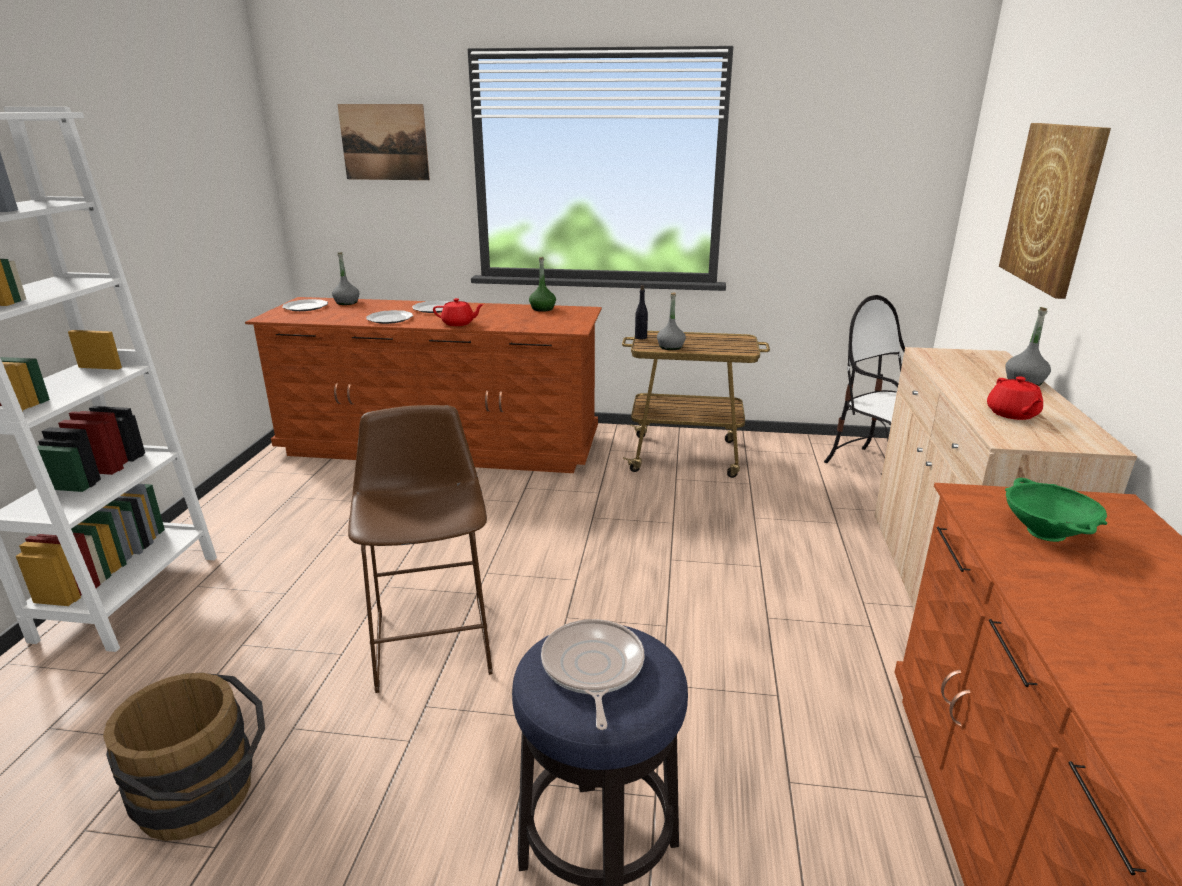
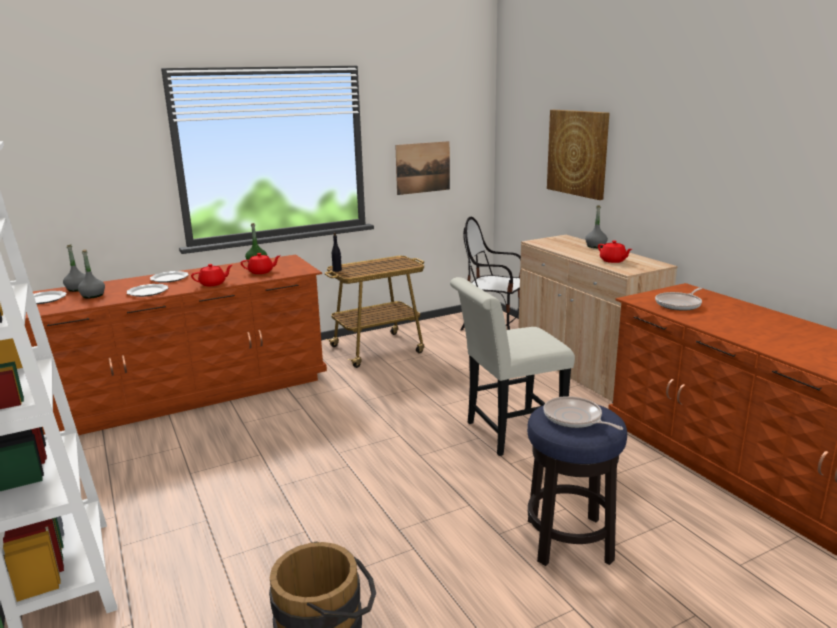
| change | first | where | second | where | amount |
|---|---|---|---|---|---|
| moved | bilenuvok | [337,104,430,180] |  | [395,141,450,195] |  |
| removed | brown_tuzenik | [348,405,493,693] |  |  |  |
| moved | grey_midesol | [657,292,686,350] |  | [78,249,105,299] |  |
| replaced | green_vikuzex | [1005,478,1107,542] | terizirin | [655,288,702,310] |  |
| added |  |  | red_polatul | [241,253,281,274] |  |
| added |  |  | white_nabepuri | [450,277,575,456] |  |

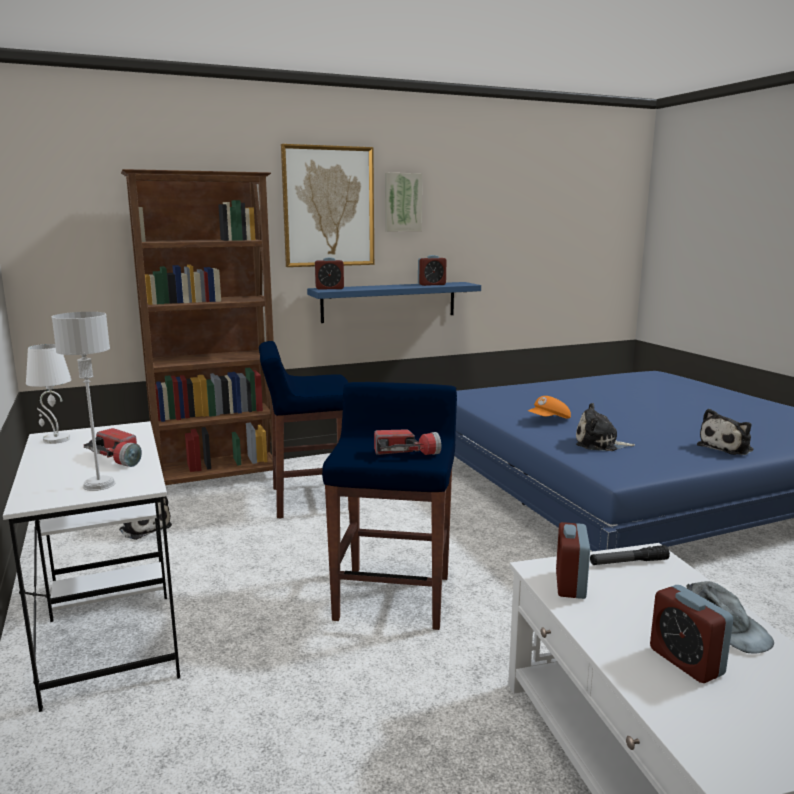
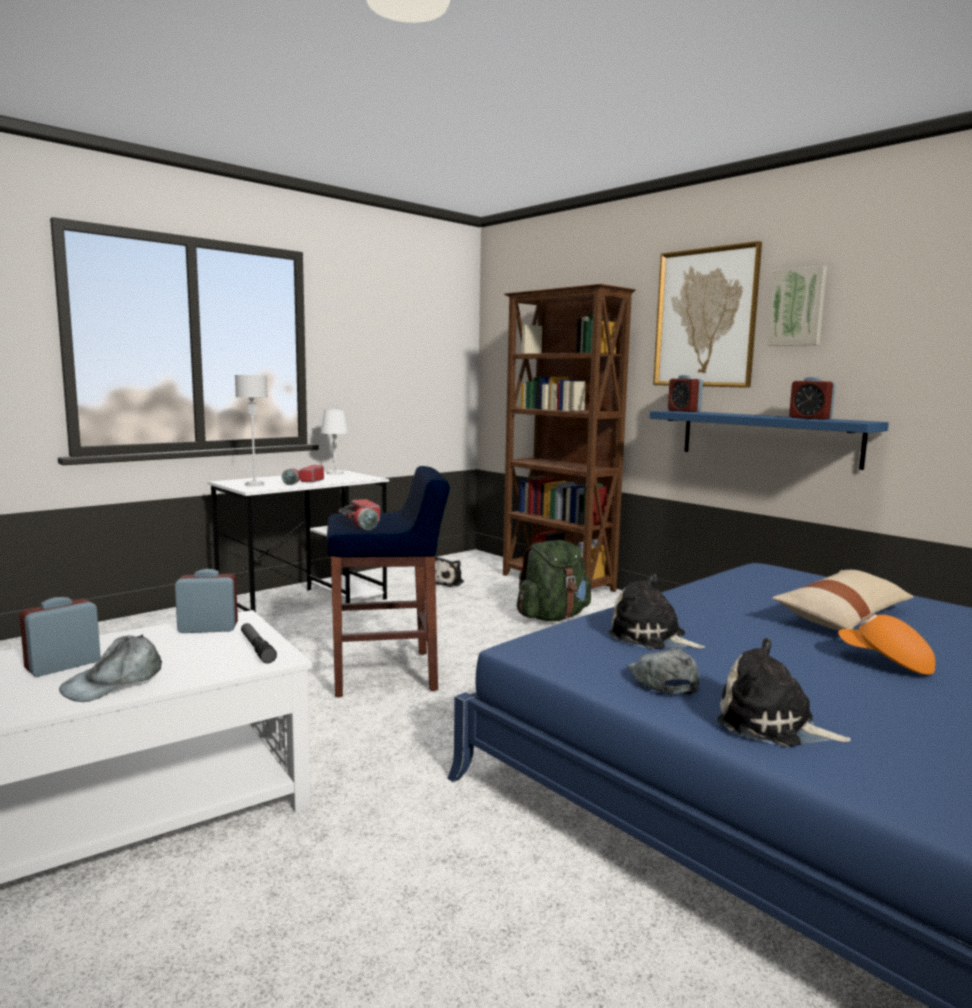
| change | first | where | second | where | amount |
|---|---|---|---|---|---|
| replaced | blue_tuzenik | [259,341,349,519] | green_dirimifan | [517,540,591,621] |  |
| moved | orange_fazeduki | [528,396,571,419] |  | [838,614,935,675] |  |
| turned | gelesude | [576,403,635,451] |  | [608,574,705,649] | 45 degrees counterclockwise |
| added |  |  | grey_fazeduki | [626,648,700,694] |  |
| added |  |  | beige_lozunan | [772,570,914,630] |  |

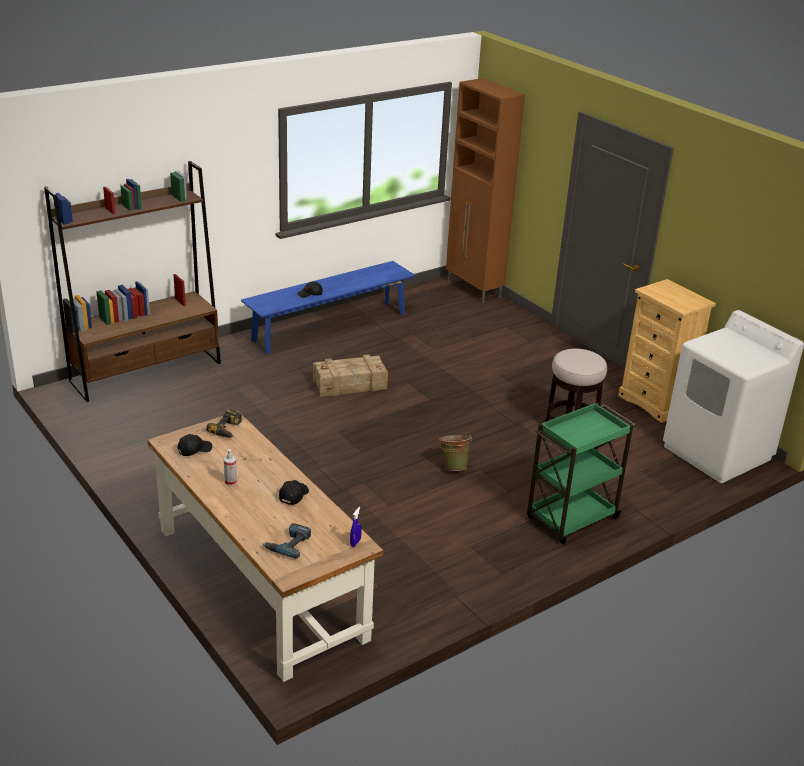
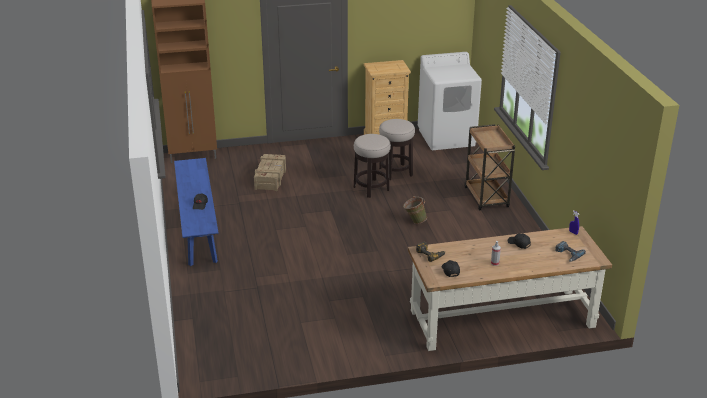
| change | first | where | second | where | amount |
|---|---|---|---|---|---|
| removed | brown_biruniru | [44,161,221,402] |  |  |  |
| moved | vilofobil | [313,354,388,397] |  | [254,154,286,191] |  |
| recoloured | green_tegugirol | [527,402,635,544] | brown_tegugirol | [464,124,515,211] |  |
| added |  |  | tuzenik | [354,134,391,198] |  |

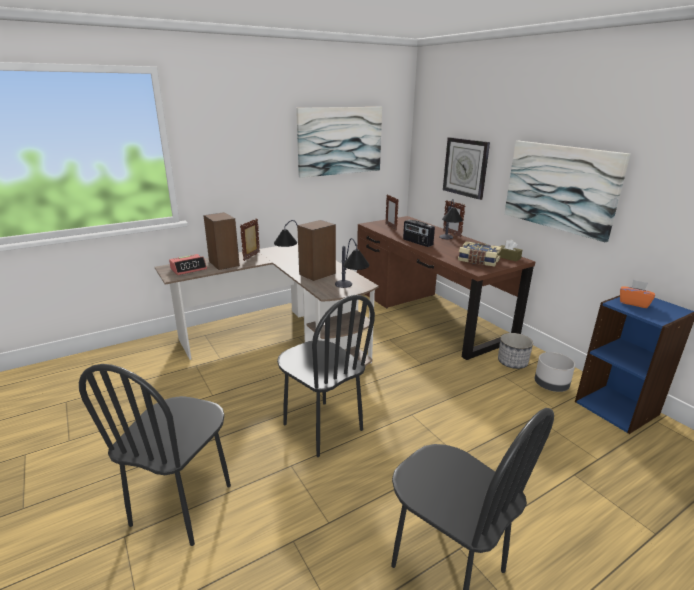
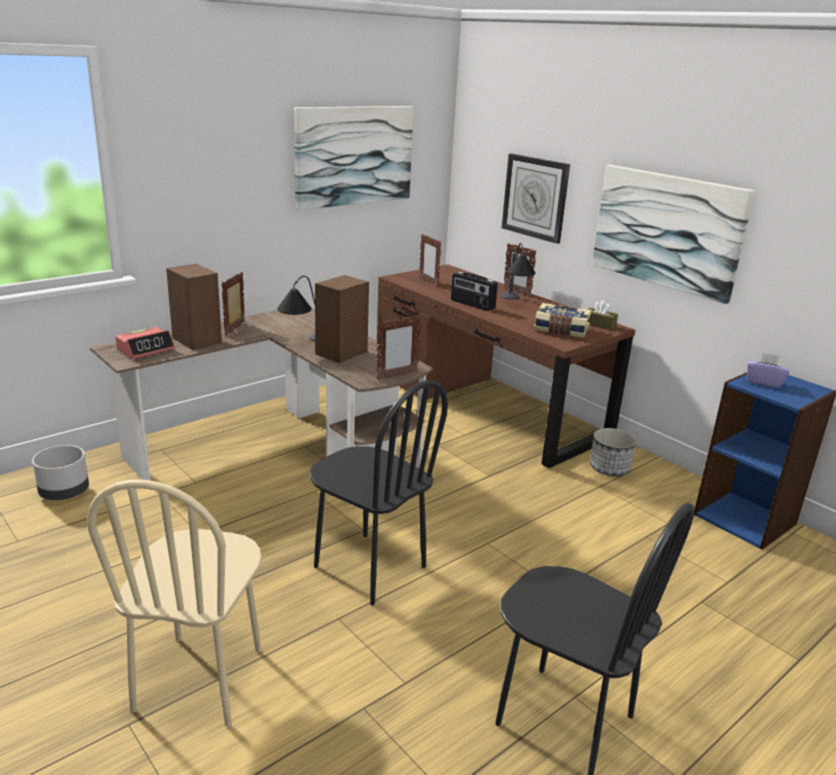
| change | first | where | second | where | amount |
|---|---|---|---|---|---|
| recoloured | black_nabepuri | [79,364,231,546] | beige_nabepuri | [87,479,262,727] |  |
| replaced | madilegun | [335,238,369,288] | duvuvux | [377,315,422,380] |  |
| moved | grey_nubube | [535,352,575,392] |  | [32,445,89,500] |  |
| recoloured | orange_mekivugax | [620,280,655,308] | purple_mekivugax | [747,352,789,388] |  |

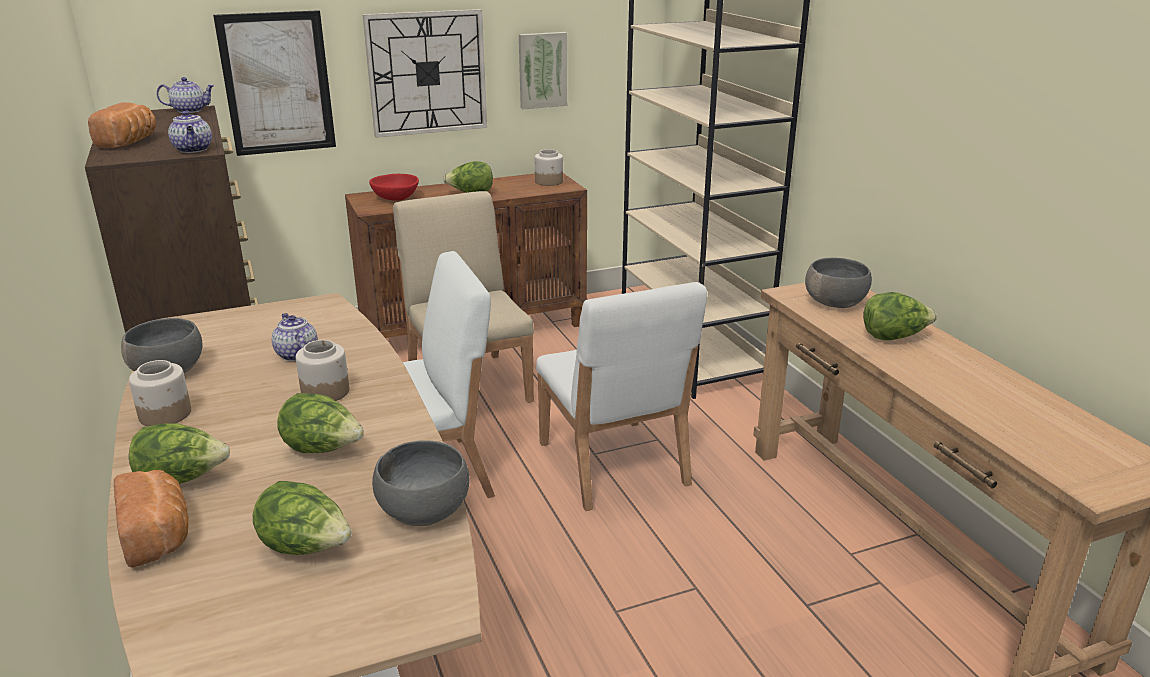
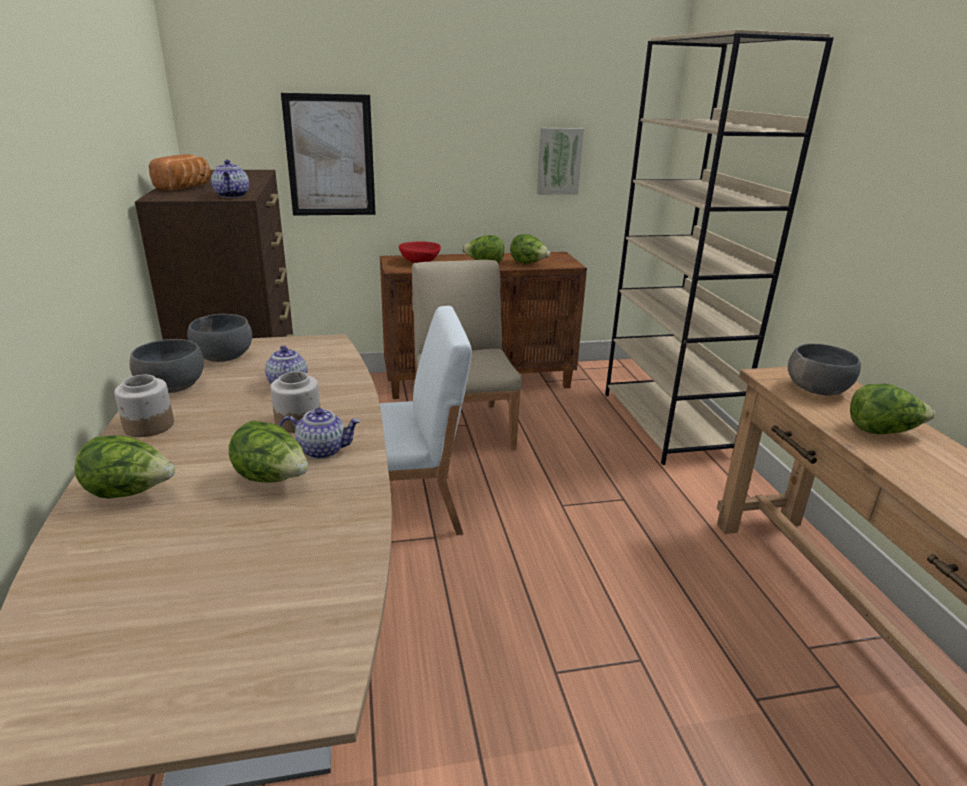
| change | first | where | second | where | amount |
|---|---|---|---|---|---|
| removed | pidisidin | [114,470,188,568] |  |  |  |
| moved | polatul | [156,77,215,113] |  | [279,408,361,459] |  |
| moved | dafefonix | [253,481,352,555] |  | [510,234,550,264] |  |
| removed | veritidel | [363,9,487,138] |  |  |  |
| moved | grey_vikuzex | [372,440,469,526] |  | [187,314,252,362] |  |
| removed | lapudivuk | [535,149,563,186] |  |  |  |
| removed | white_nabepuri | [536,282,707,511] |  |  |  |

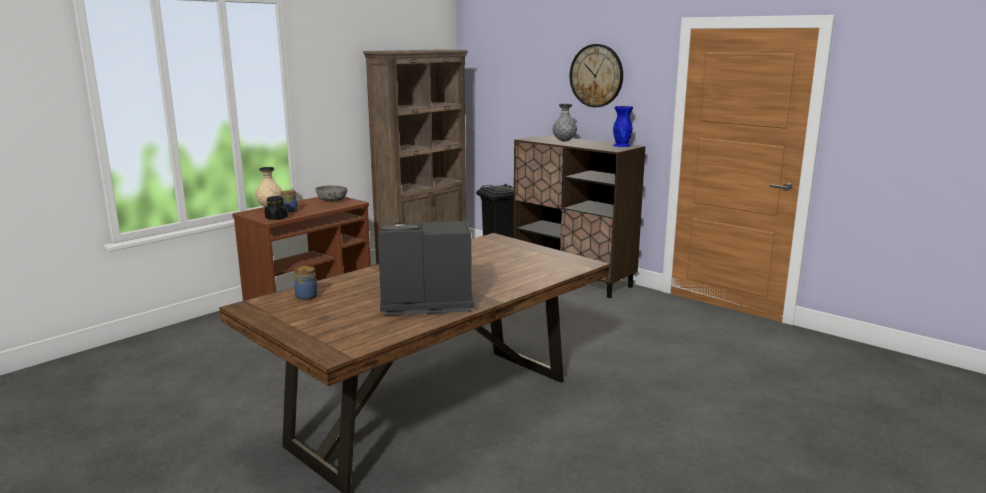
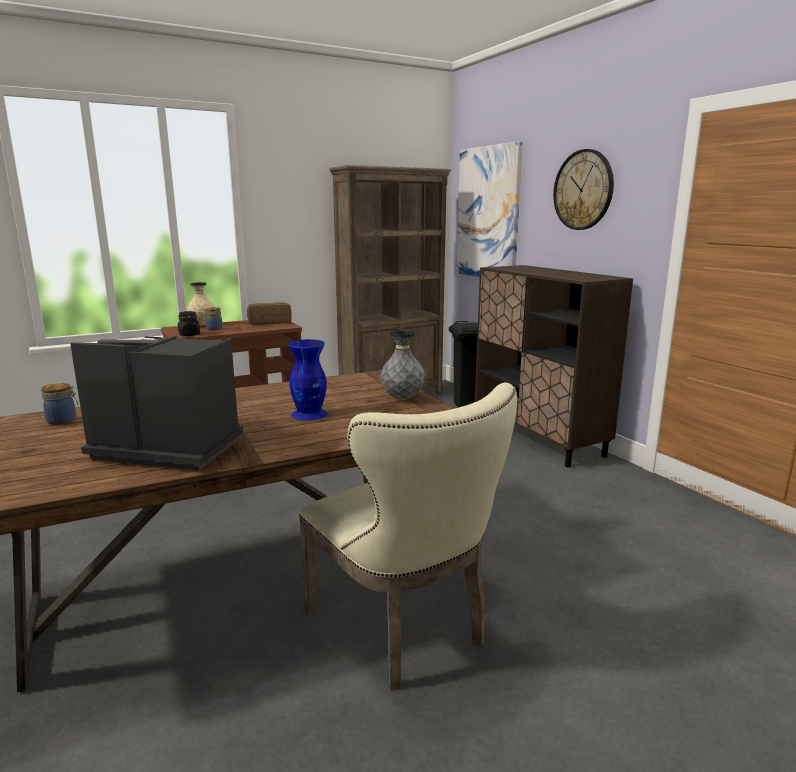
| change | first | where | second | where | amount |
|---|---|---|---|---|---|
| replaced | grey_vikuzex | [316,185,347,202] | pidisidin | [247,302,292,325] |  |
| moved | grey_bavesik | [553,104,577,141] |  | [380,330,425,400] |  |
| moved | blue_bavesik | [612,106,633,147] |  | [288,339,328,420] |  |
| added |  |  | beige_nabepuri | [299,383,517,690] |  |
| added |  |  | bilenuvok | [457,141,523,277] |  |

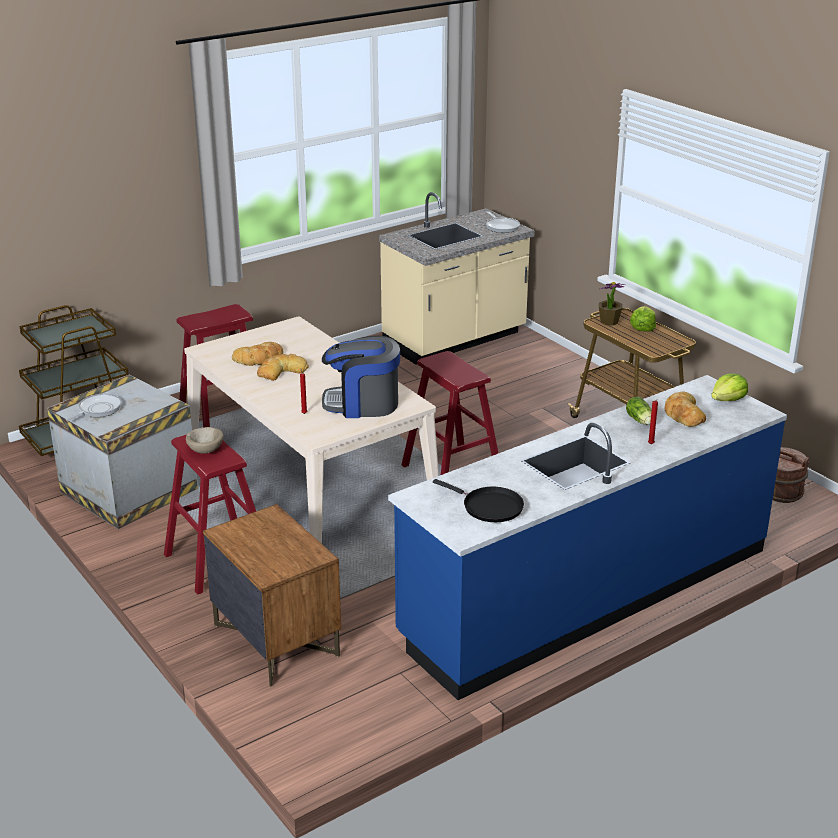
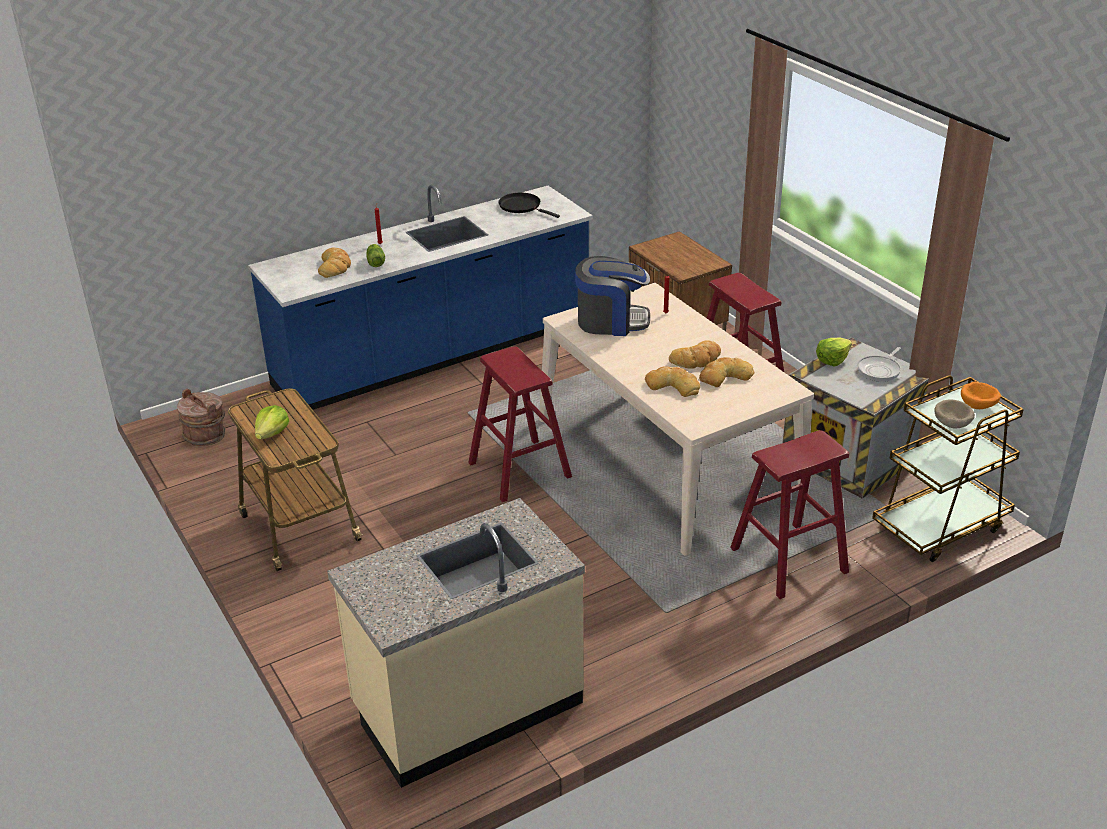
| change | first | where | second | where | amount |
|---|---|---|---|---|---|
| moved | beige_vikuzex | [186,427,223,454] |  | [934,400,975,428] |  |
| removed | terizirin | [486,211,520,233] |  |  |  |
| removed | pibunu | [599,282,624,326] |  |  |  |
| moved | dafefonix | [711,373,748,401] |  | [816,337,852,366] |  |
| added |  |  | pidisidin | [645,366,700,397] |  |
| added |  |  | orange_vikuzex | [961,382,1001,409] |  |

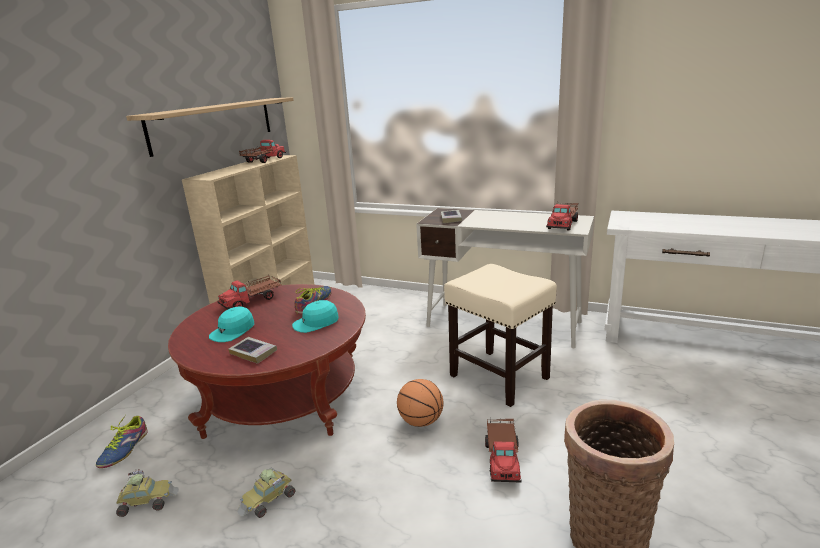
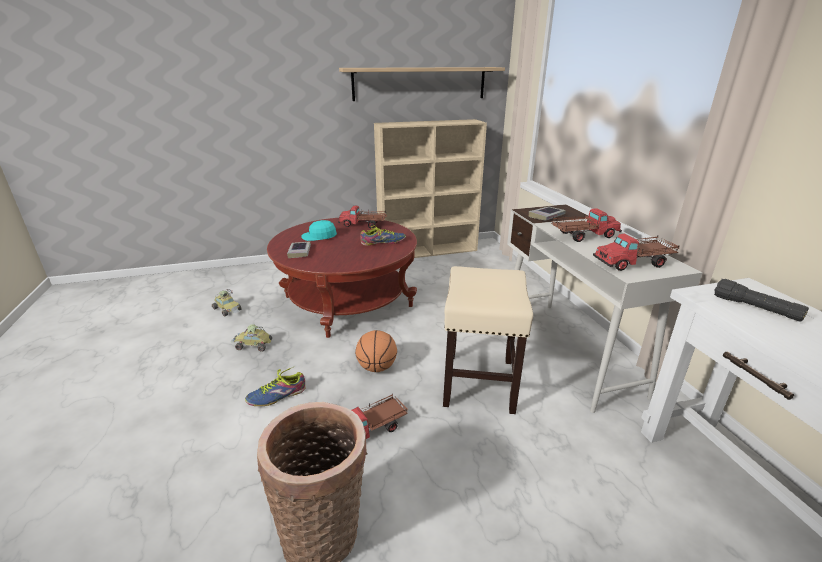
| change | first | where | second | where | amount |
|---|---|---|---|---|---|
| moved | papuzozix | [96,415,148,468] |  | [245,366,306,406] |  |
| moved | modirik | [239,140,286,163] |  | [551,208,622,242] |  |
| removed | turquoise_fazeduki | [292,300,339,333] |  |  |  |
| added |  |  | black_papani | [714,279,809,321] |  |

